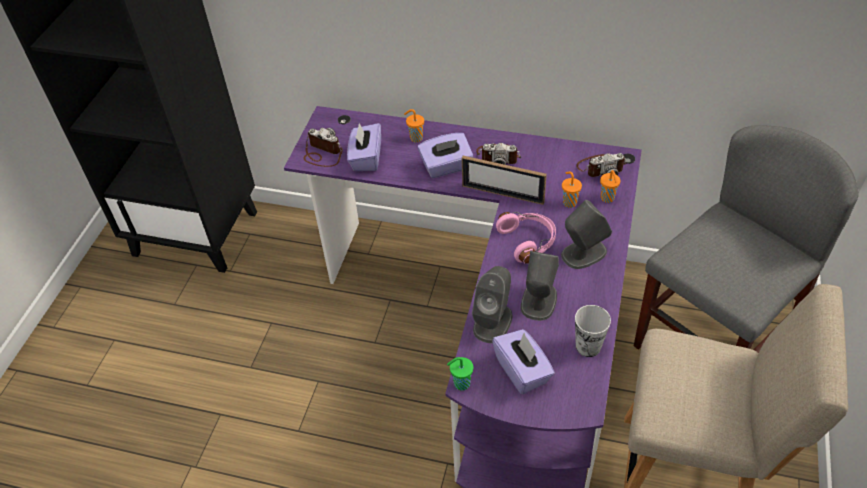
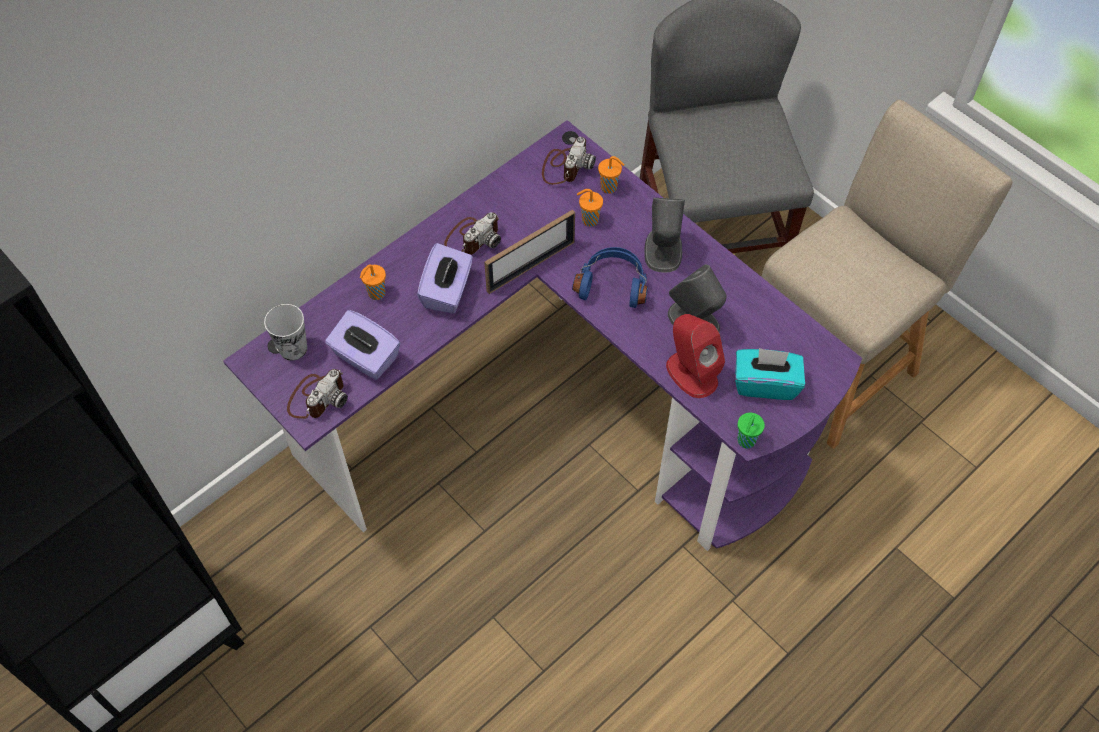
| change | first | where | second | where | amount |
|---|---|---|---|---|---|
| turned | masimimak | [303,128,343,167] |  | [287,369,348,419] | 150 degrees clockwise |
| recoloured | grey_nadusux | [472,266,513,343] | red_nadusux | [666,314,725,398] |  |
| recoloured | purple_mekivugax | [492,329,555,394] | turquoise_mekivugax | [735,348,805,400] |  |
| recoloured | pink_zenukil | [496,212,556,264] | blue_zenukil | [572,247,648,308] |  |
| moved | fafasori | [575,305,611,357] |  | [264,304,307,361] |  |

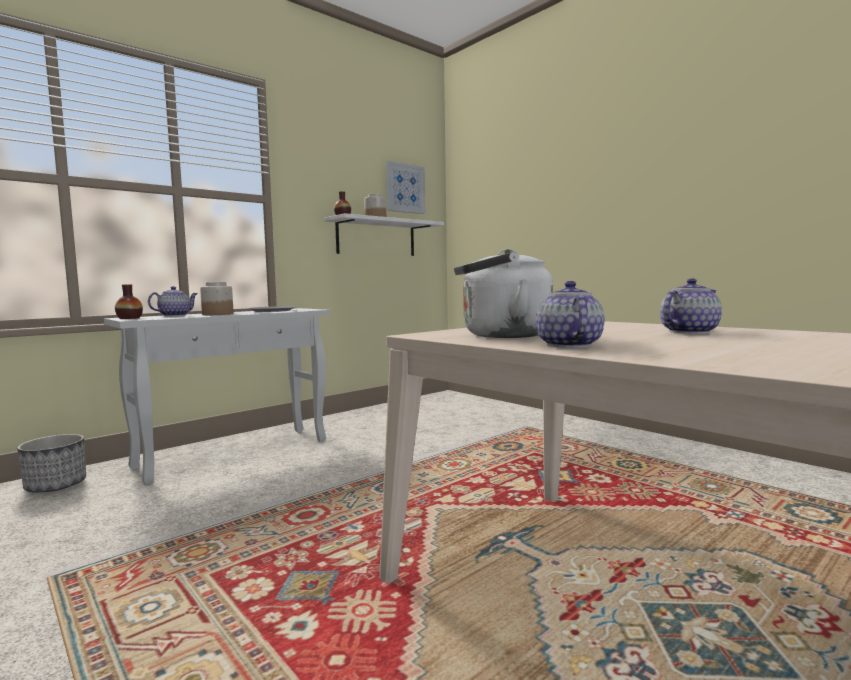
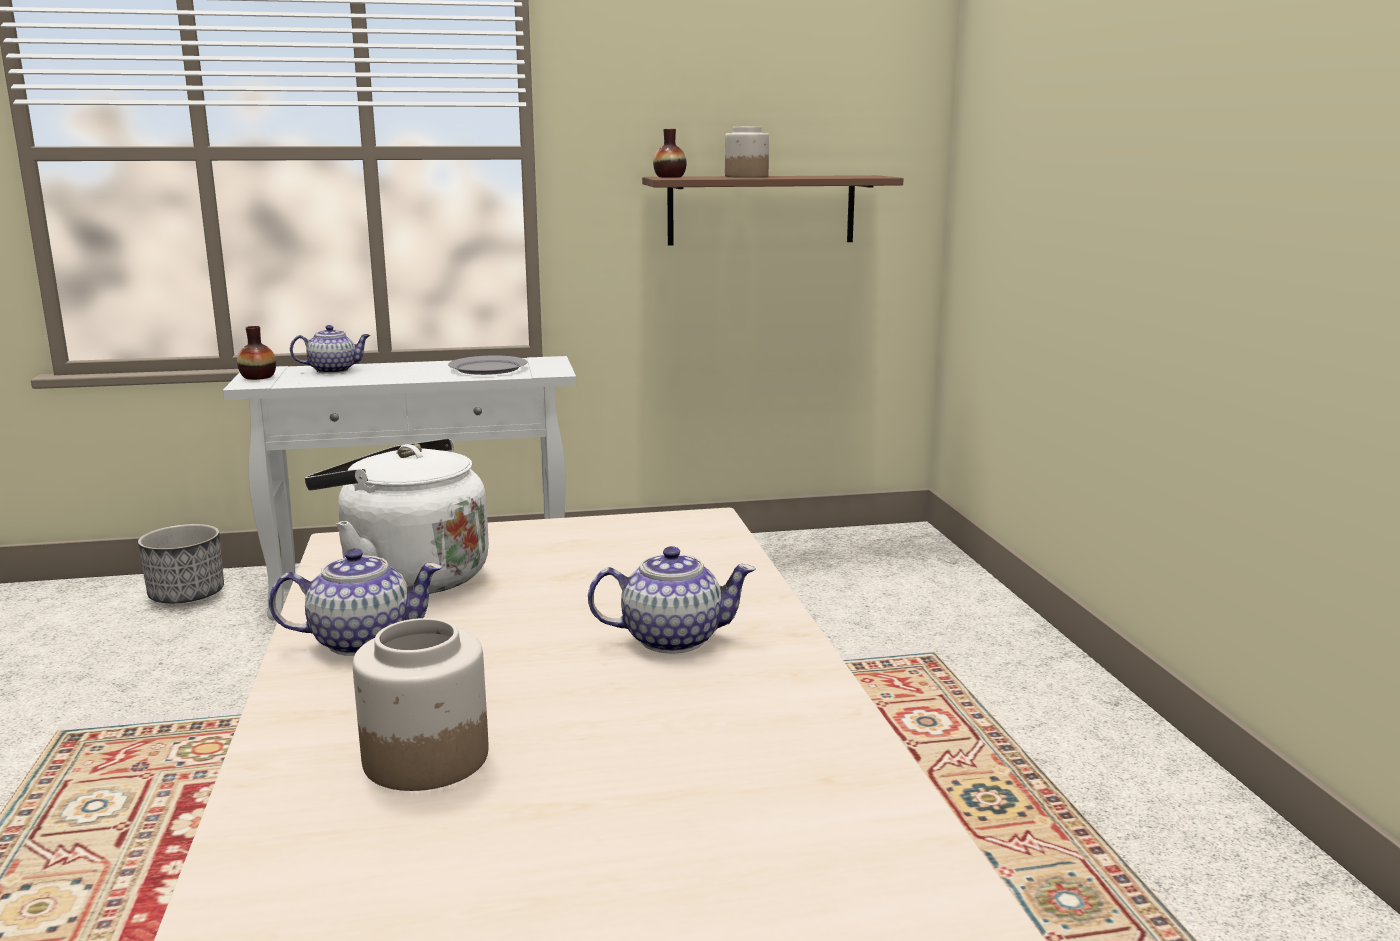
| change | first | where | second | where | amount |
|---|---|---|---|---|---|
| moved | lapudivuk | [200,282,234,315] |  | [353,618,489,791] |  |
| recoloured | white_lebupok | [324,213,444,256] | brown_lebupok | [642,175,903,246] |  |
| removed | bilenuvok | [386,161,425,214] |  |  |  |
| turned | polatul | [536,281,604,348] |  | [269,548,443,656] | 45 degrees clockwise |

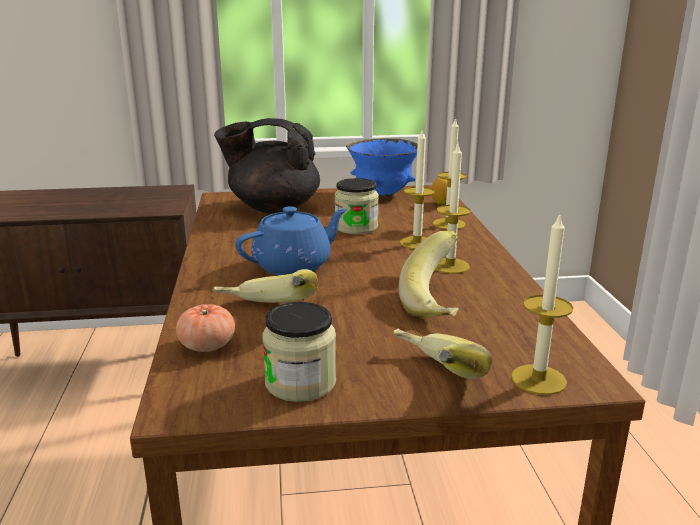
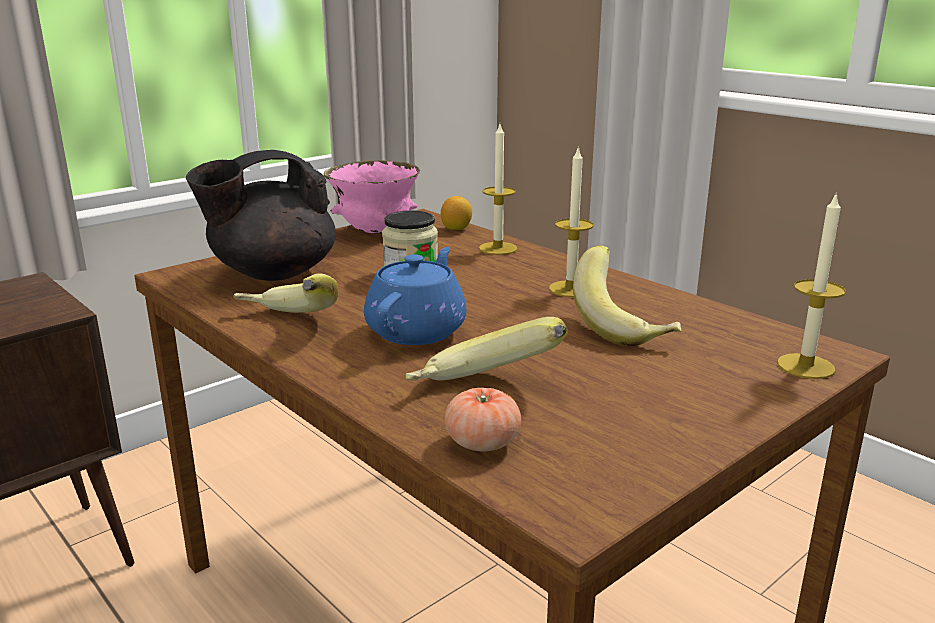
| change | first | where | second | where | amount |
|---|---|---|---|---|---|
| removed | lapudivuk | [262,302,336,402] |  |  |  |
| recoloured | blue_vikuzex | [346,138,418,196] | pink_vikuzex | [324,160,420,234] |  |
| moved | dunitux | [393,329,492,379] |  | [233,274,339,313] |  |
| removed | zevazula | [400,130,435,249] |  |  |  |

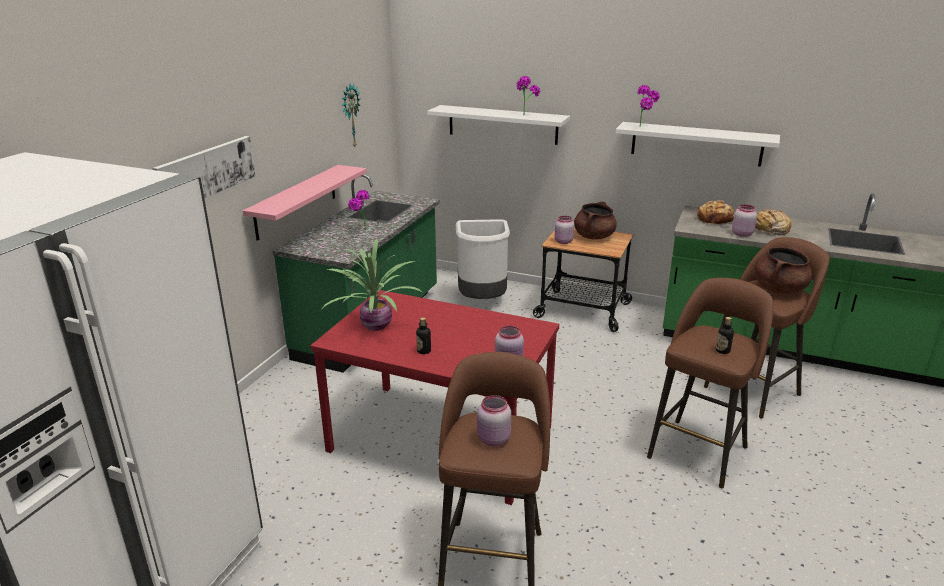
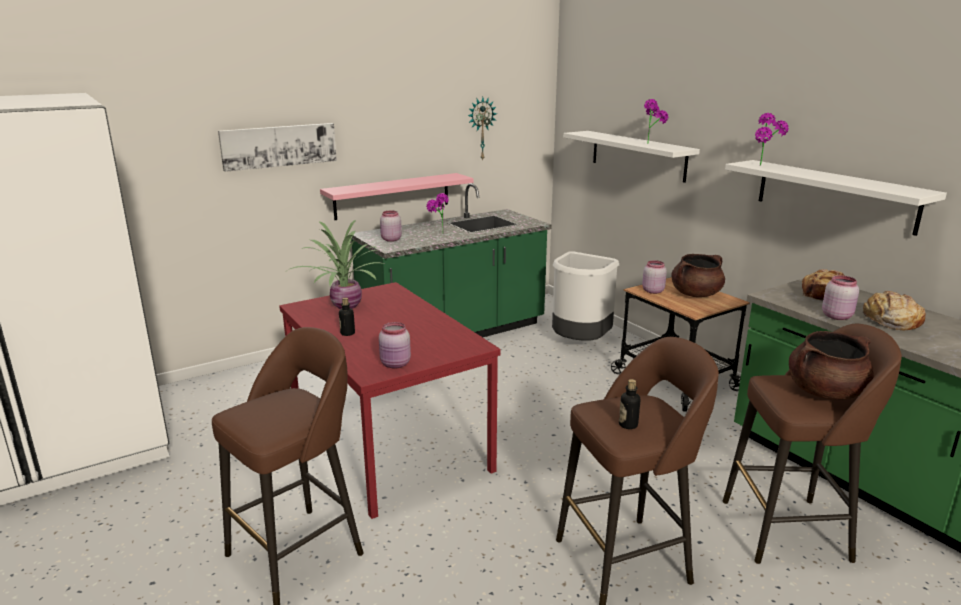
| change | first | where | second | where | amount |
|---|---|---|---|---|---|
| moved | pink_lapudivuk | [477,395,511,446] |  | [380,211,402,242] |  |

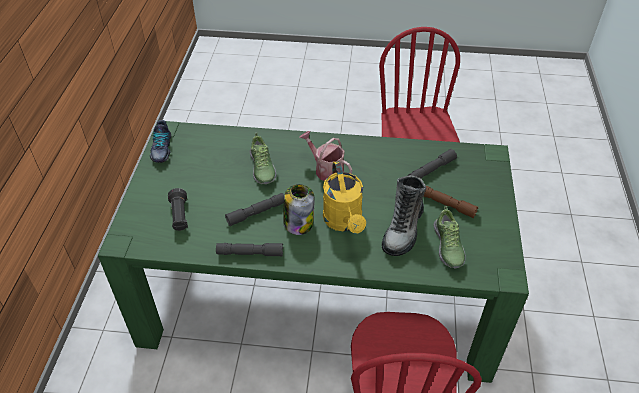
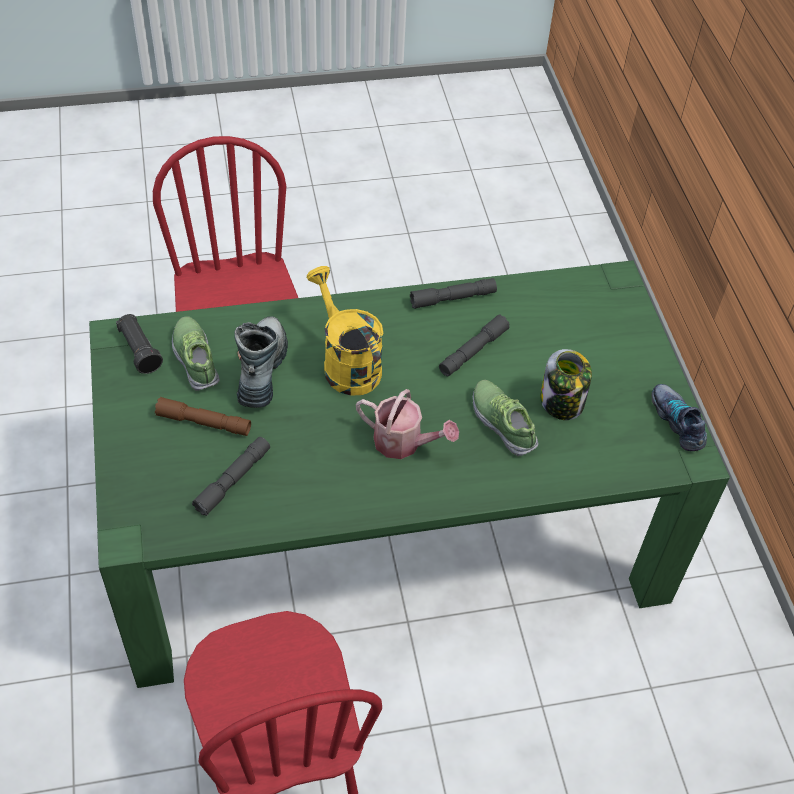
| change | first | where | second | where | amount |
|---|---|---|---|---|---|
| moved | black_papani | [168,188,188,231] |  | [116,314,163,374] |  |
| moved | lapudivuk | [283,184,315,235] |  | [540,349,592,420] |  |

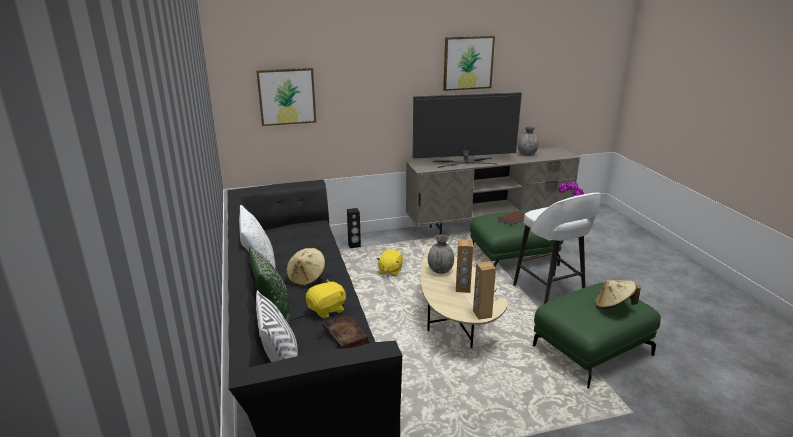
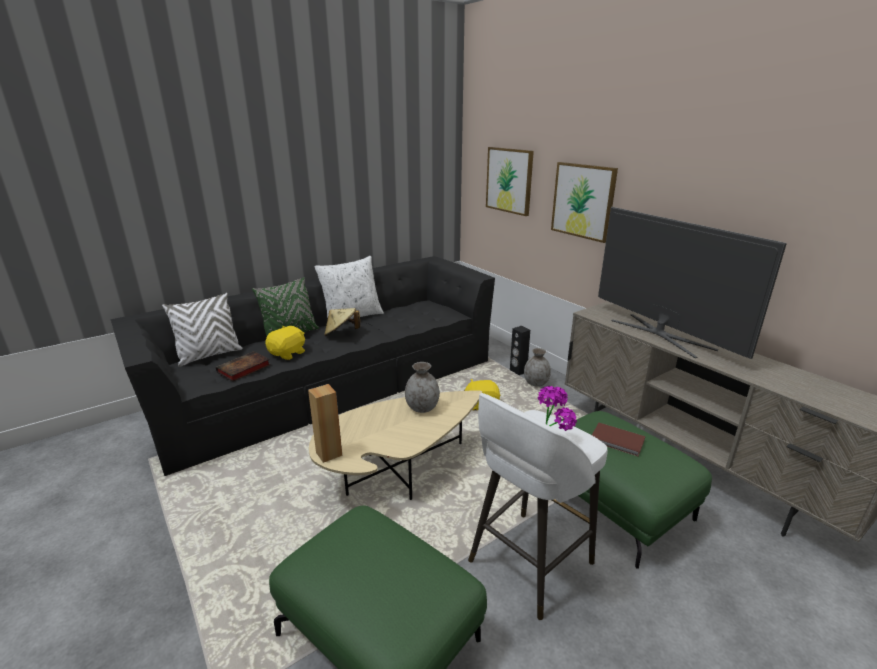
| change | first | where | second | where | amount |
|---|---|---|---|---|---|
| turned | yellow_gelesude | [306,280,346,319] |  | [265,326,305,360] | 90 degrees counterclockwise |
| moved | bilenuvok | [443,36,495,91] |  | [551,162,618,243] |  |
| removed | brown_nadusux | [456,239,473,293] |  |  |  |
| moved | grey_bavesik | [518,126,539,156] |  | [524,348,551,387] |  |
| removed | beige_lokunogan | [595,280,641,309] |  |  |  |

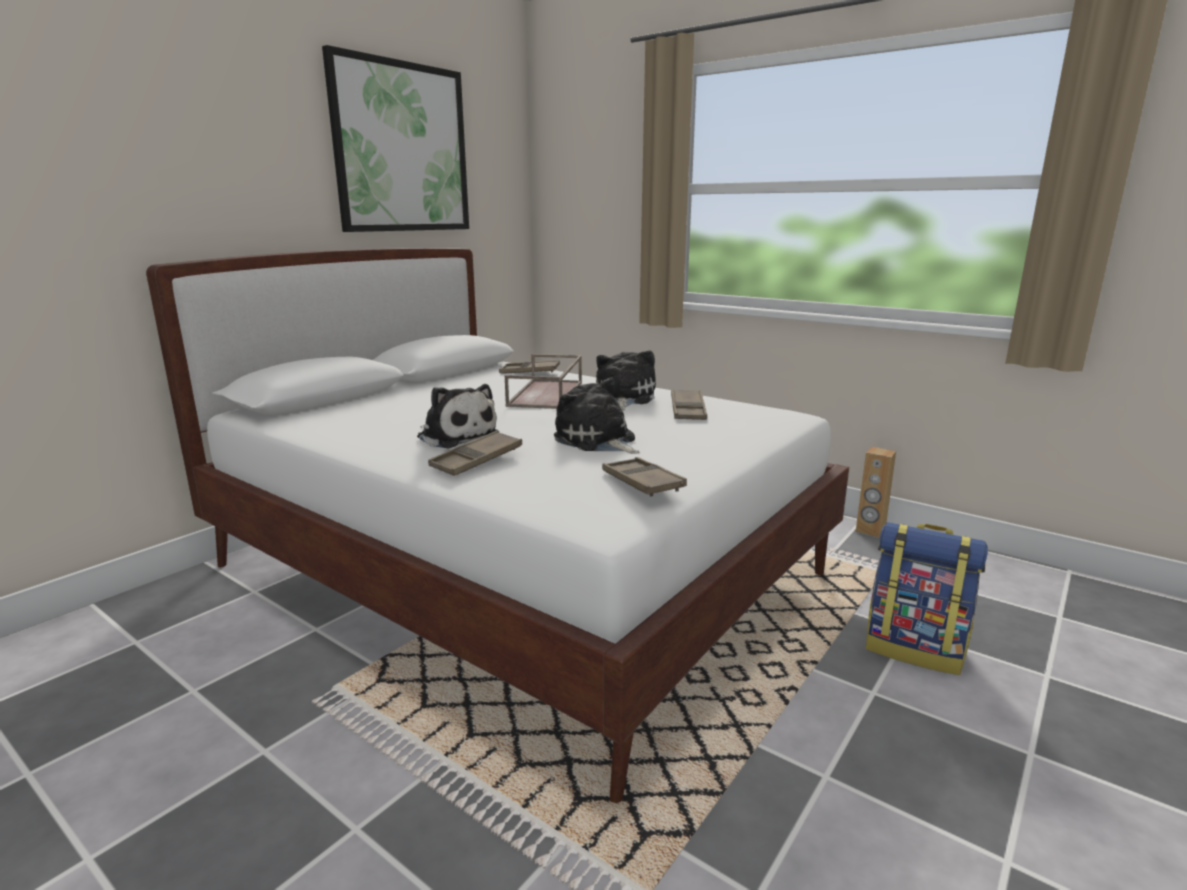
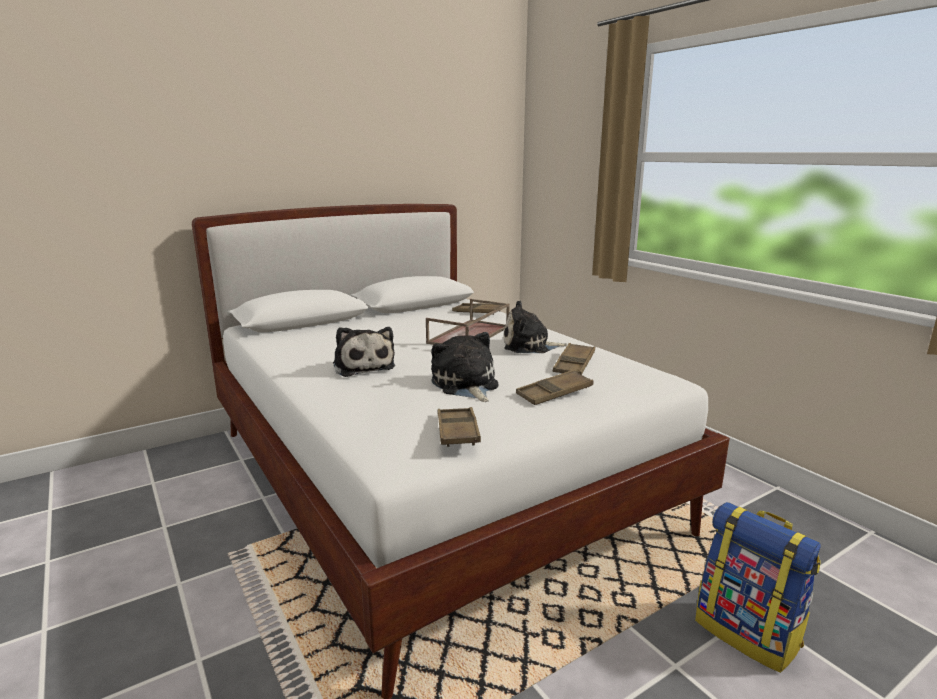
| change | first | where | second | where | amount |
|---|---|---|---|---|---|
| removed | bilenuvok | [322,45,469,232] |  |  |  |
| moved | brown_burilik | [428,431,522,476] |  | [516,370,593,405] |  |
| turned | gelesude | [596,350,656,410] |  | [503,301,567,353] | 120 degrees counterclockwise |
| removed | brown_nadusux | [855,447,896,538] |  |  |  |

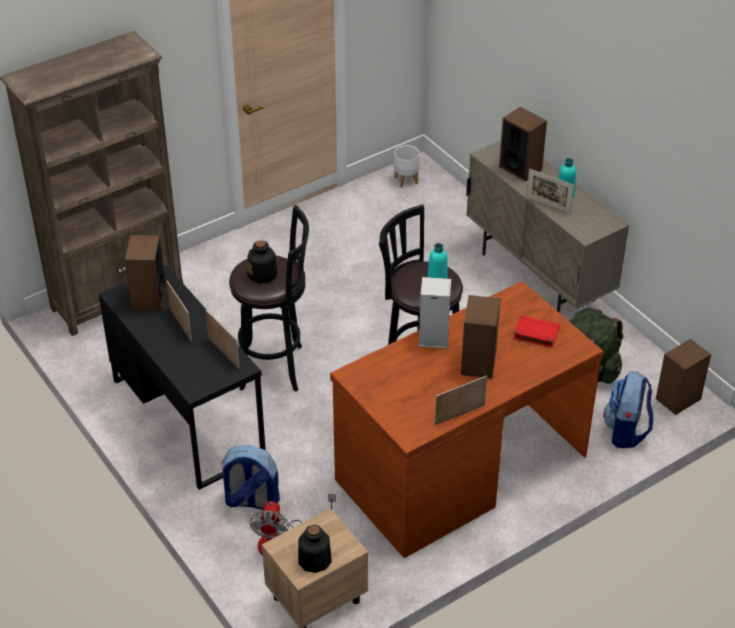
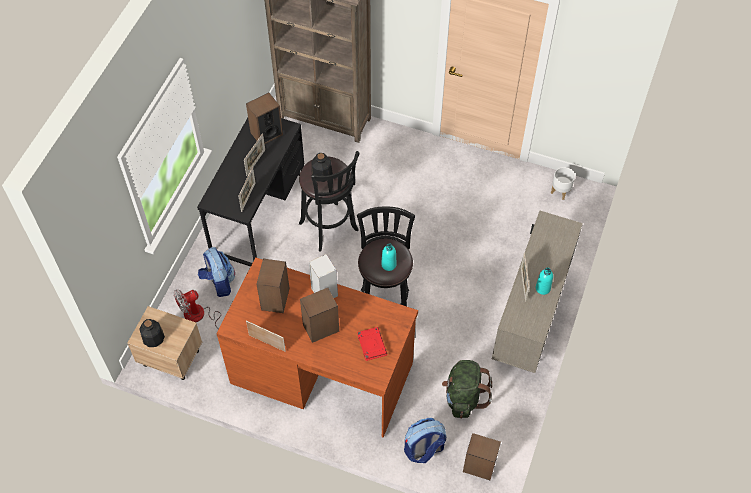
| change | first | where | second | where | amount |
|---|---|---|---|---|---|
| moved | nadusux | [499,107,547,181] |  | [256,258,289,313] |  |

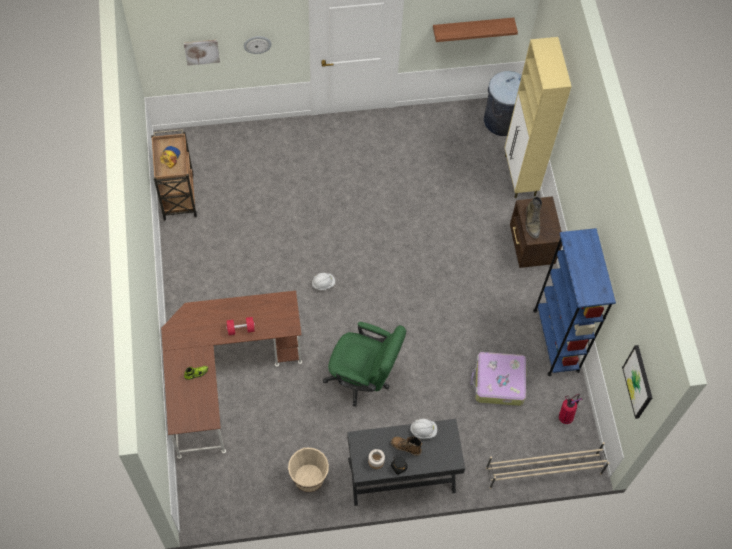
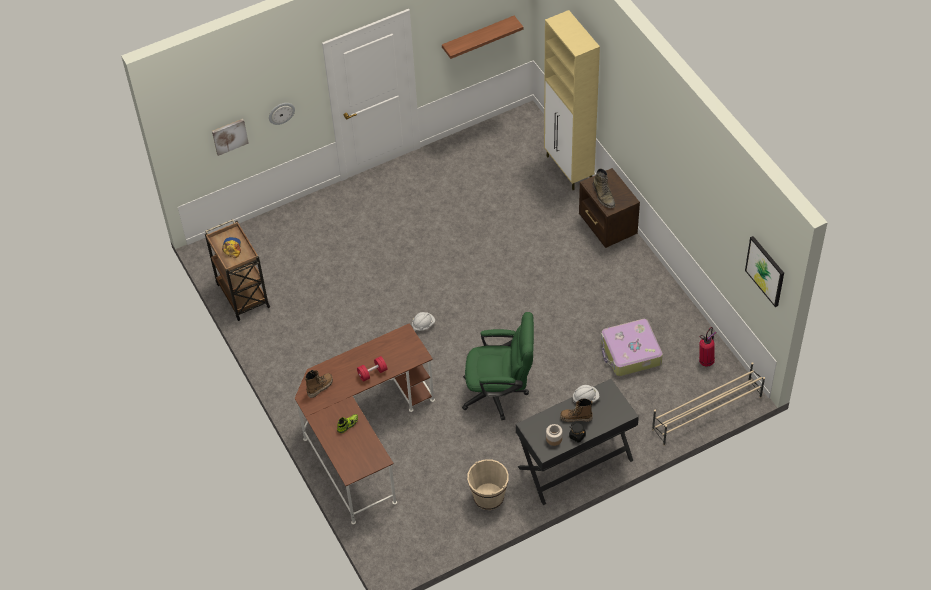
| change | first | where | second | where | amount |
|---|---|---|---|---|---|
| removed | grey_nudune | [484,71,522,136] |  |  |  |
| removed | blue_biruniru | [533,228,616,376] |  |  |  |
| added |  |  | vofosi | [305,370,333,398] |  |

